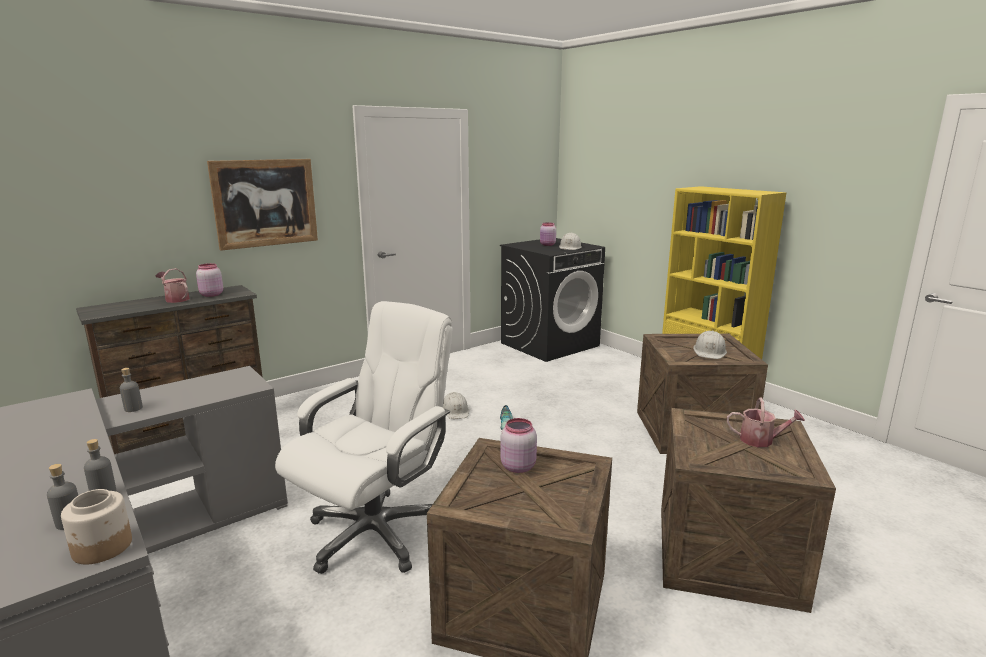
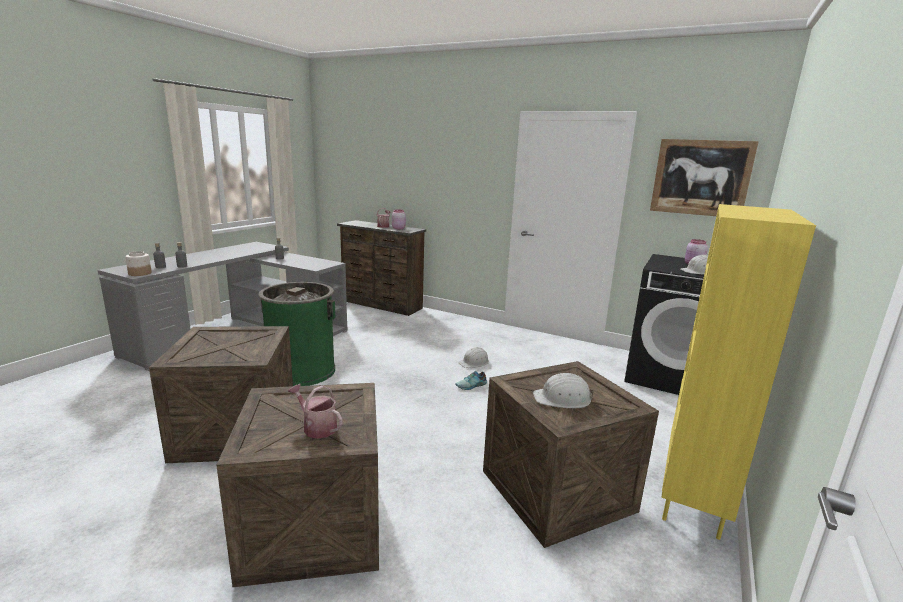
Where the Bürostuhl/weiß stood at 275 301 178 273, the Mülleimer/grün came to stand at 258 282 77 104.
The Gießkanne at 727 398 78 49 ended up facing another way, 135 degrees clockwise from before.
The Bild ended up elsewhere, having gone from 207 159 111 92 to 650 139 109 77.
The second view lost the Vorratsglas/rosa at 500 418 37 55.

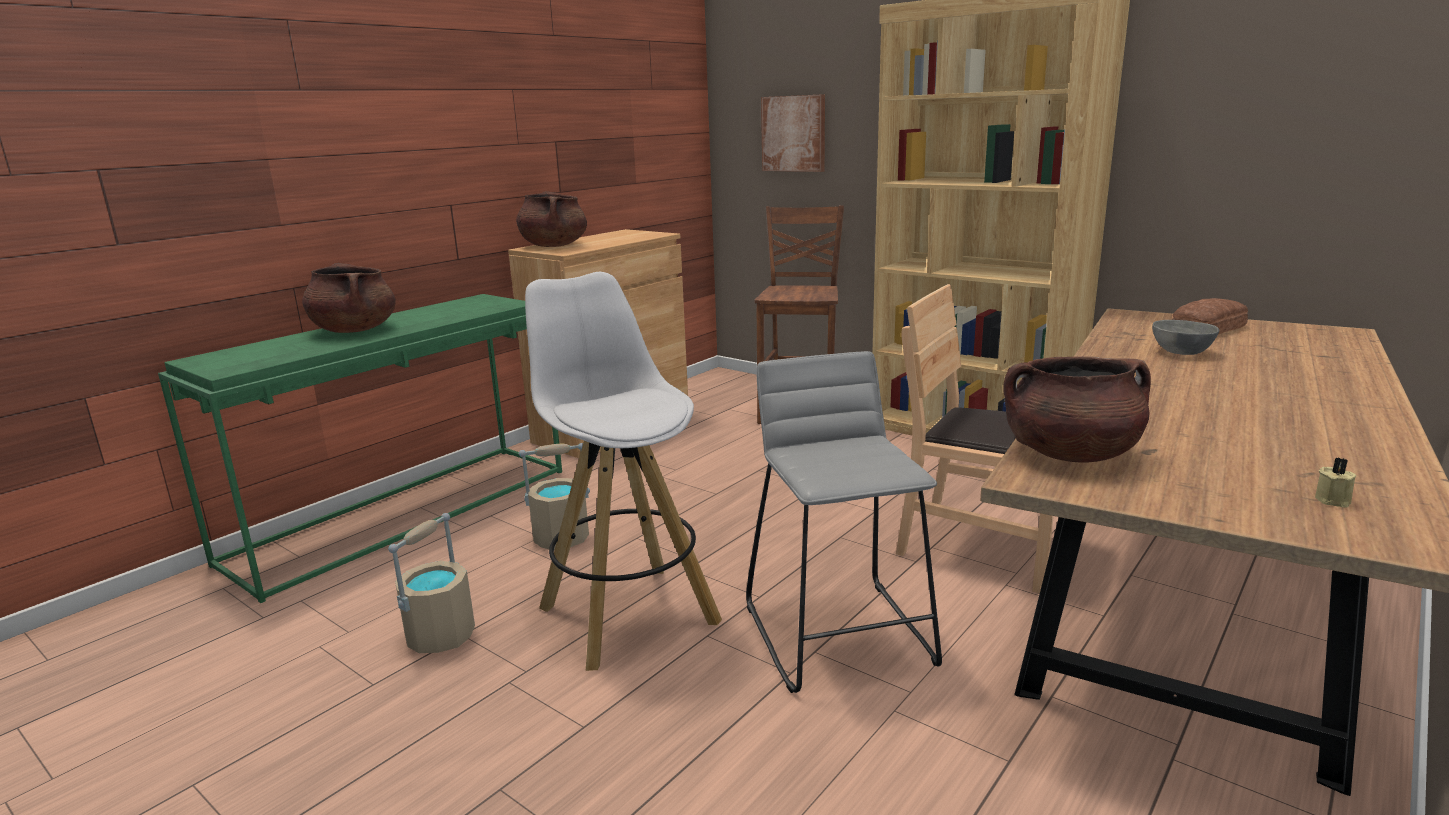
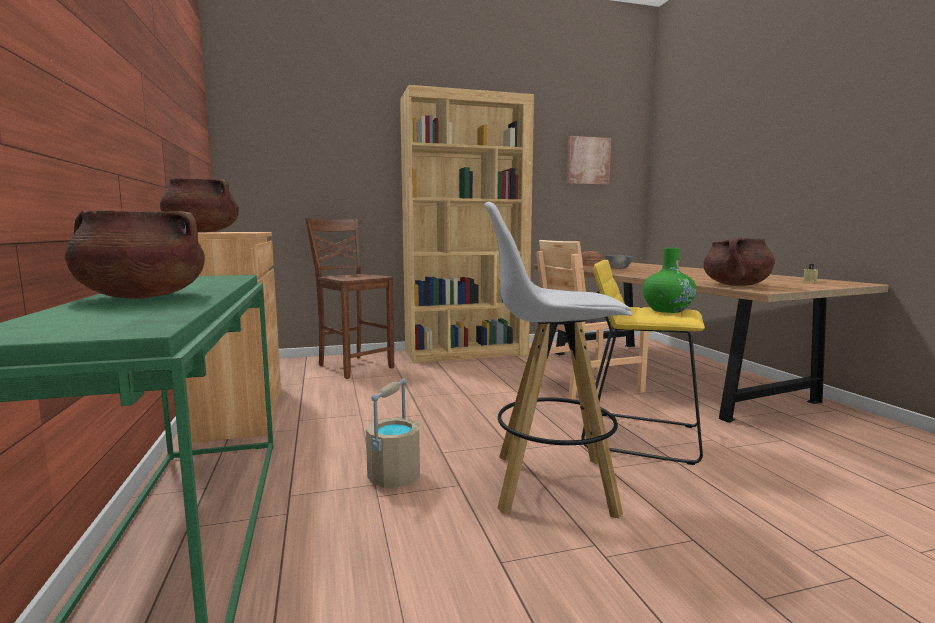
The Bild ended up elsewhere, having gone from 761 94 64 78 to 567 136 44 49.
What was the Hocker/grau at 746 351 196 342 turned into the Hocker/gelb at 581 260 124 205.
The second view gained the Vase/grün at 643 248 53 65.
The second view lost the Eimer/beige at 388 513 87 140.

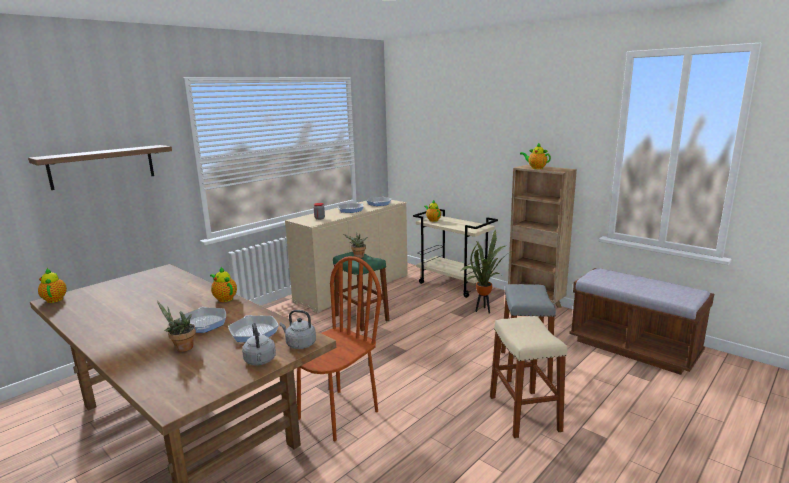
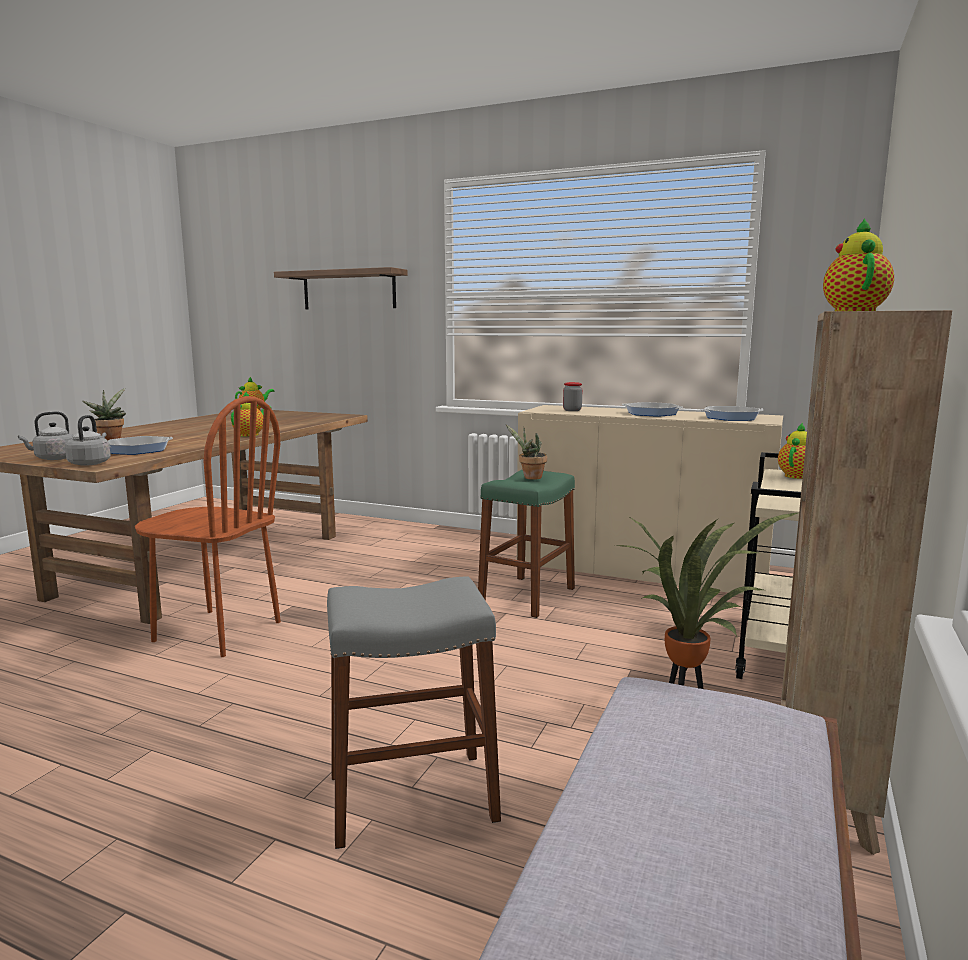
The second view lost the Pfanne at 179 307 47 26.
The second view lost the Hocker/beige at 490 316 77 122.

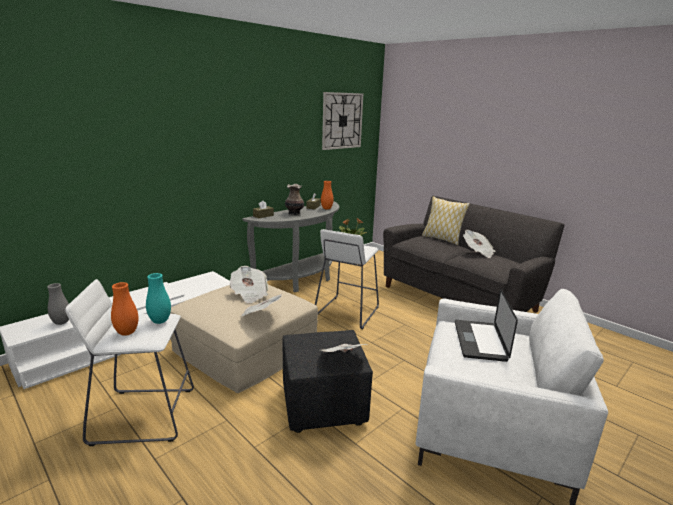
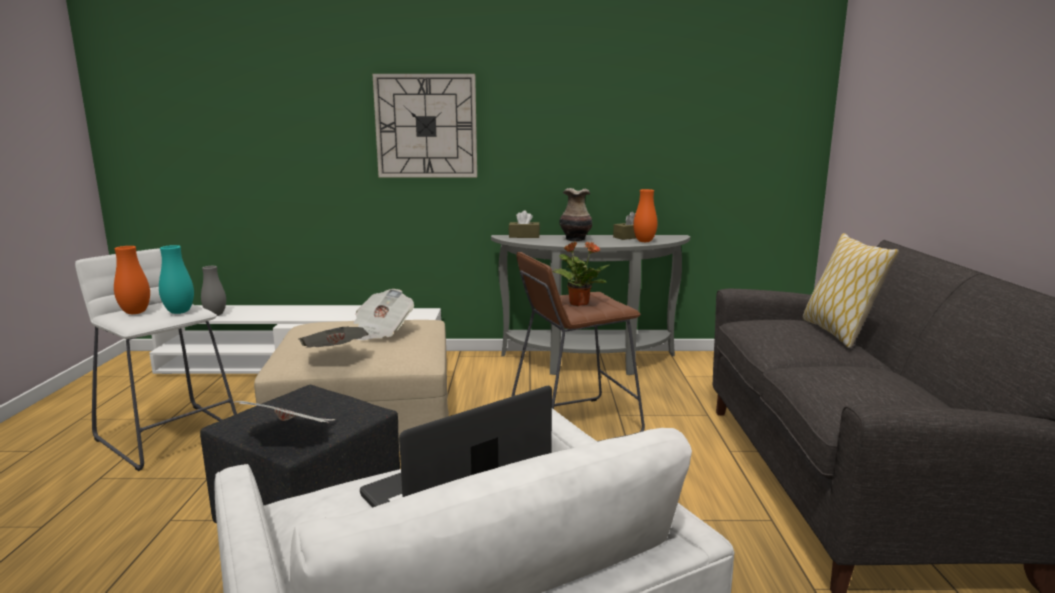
The Wanduhr ended up elsewhere, having gone from 322 92 41 58 to 373 74 104 103.
What was the Hocker/weiß at 315 229 64 100 turned into the Hocker/braun at 511 252 134 190.
The second view lost the Zeitung at 463 230 32 28.

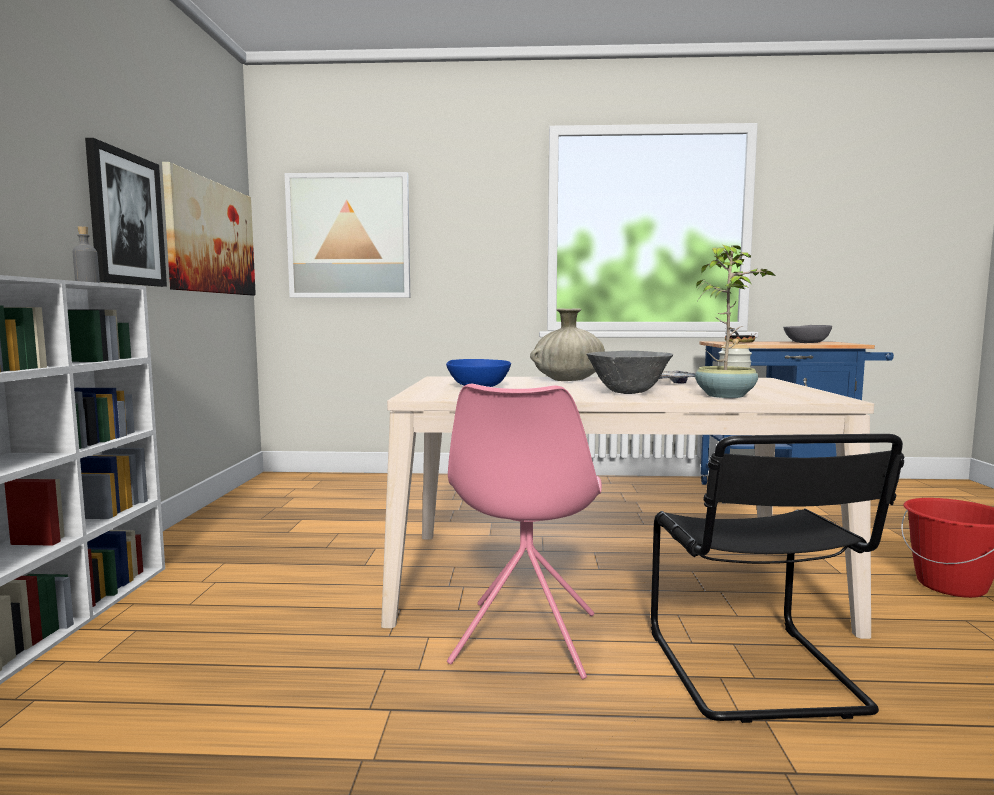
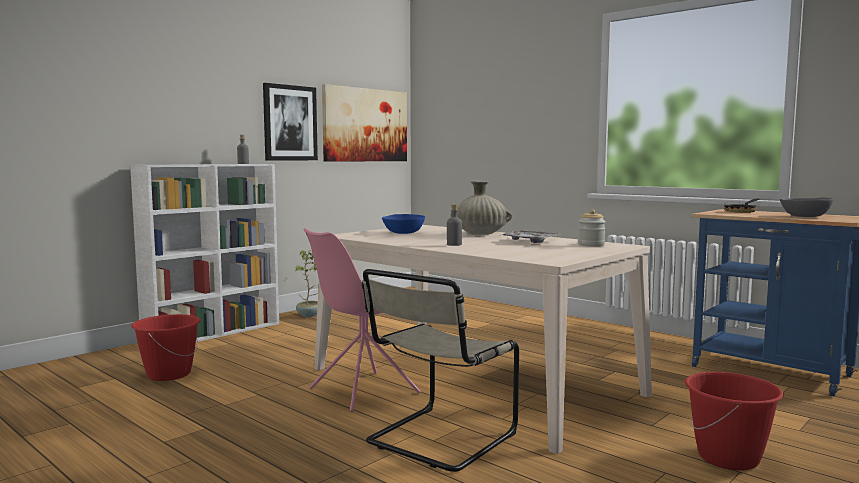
The second view gained the Eimer/rot at 131 314 70 67.
The Topfpflanze ended up elsewhere, having gone from 695 245 80 153 to 294 250 24 67.
What was the Stuhl/schwarz at 651 434 253 289 turned into the Stuhl/beige at 362 269 157 203.
Where the Schüssel/grau stood at 587 351 87 43, the Flasche/grau came to stand at 447 204 15 42.
The second view lost the Bild at 285 172 125 126.

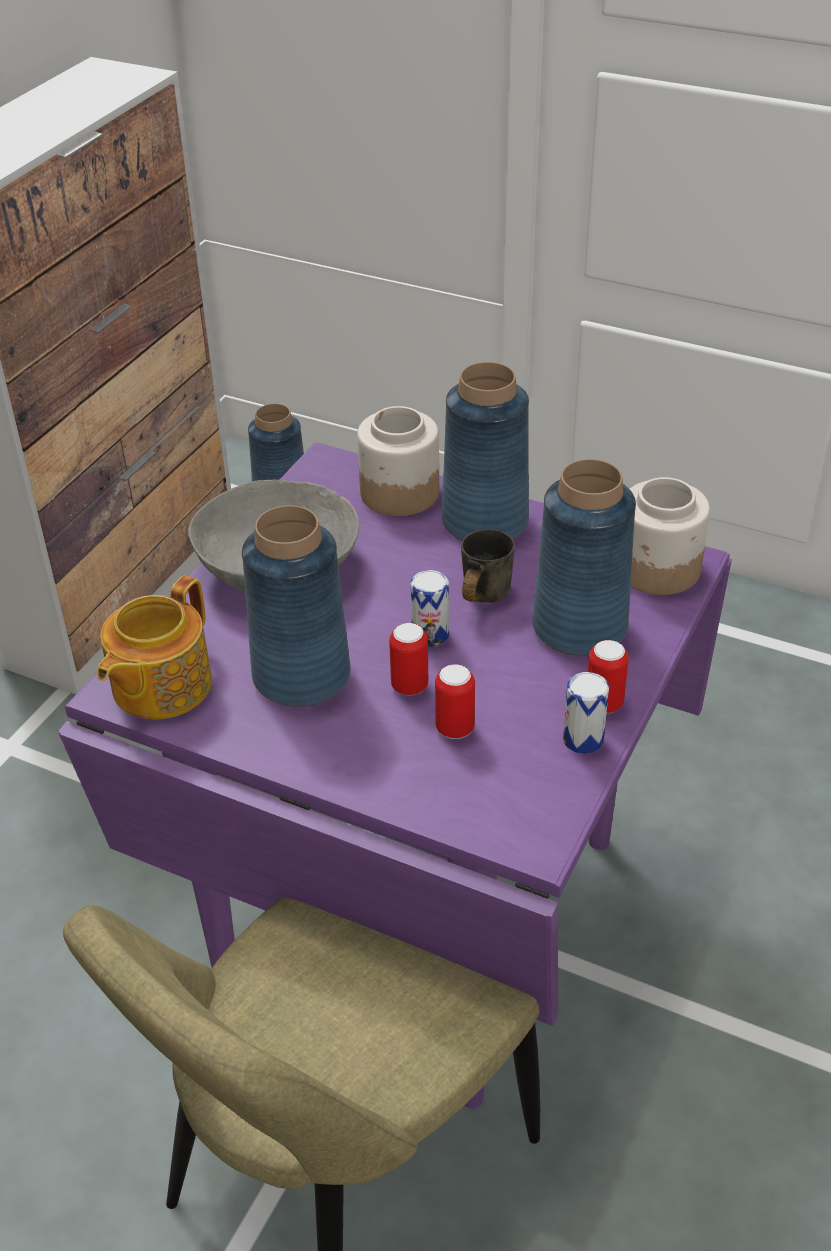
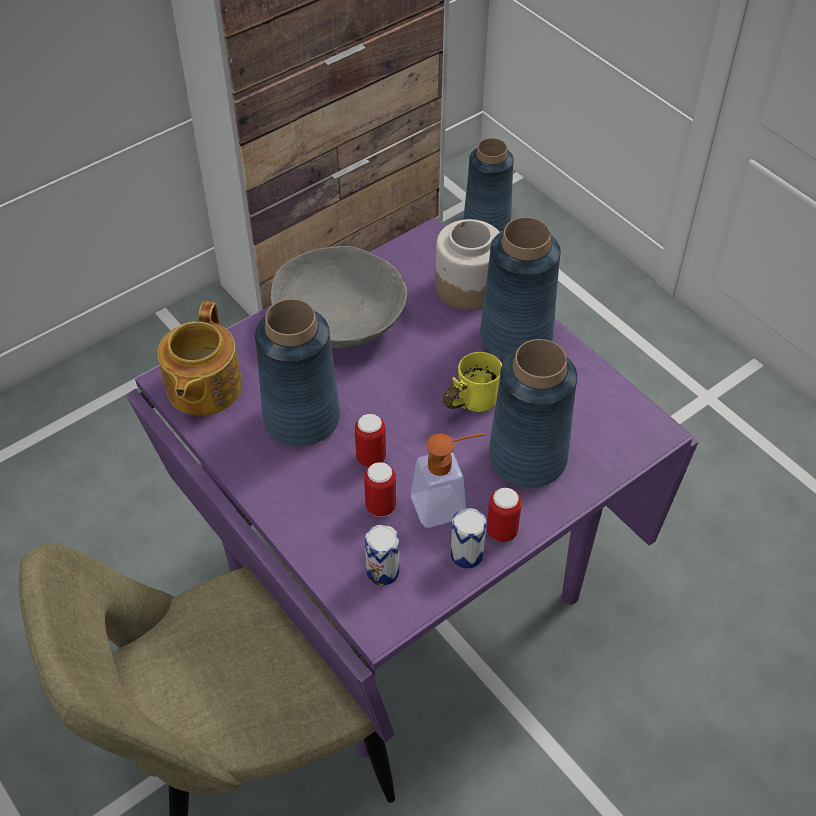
The Teekanne at 97 575 115 144 ended up facing another way, 45 degrees counterclockwise from before.
The Dose ended up elsewhere, having gone from 411 570 38 77 to 365 525 34 61.
The second view gained the Seifenspender at 411 433 75 95.
What was the Henkelbecher/grau at 461 529 54 74 turned into the Henkelbecher/gelb at 443 352 59 60.
The second view lost the Vorratsglas at 630 477 80 118.

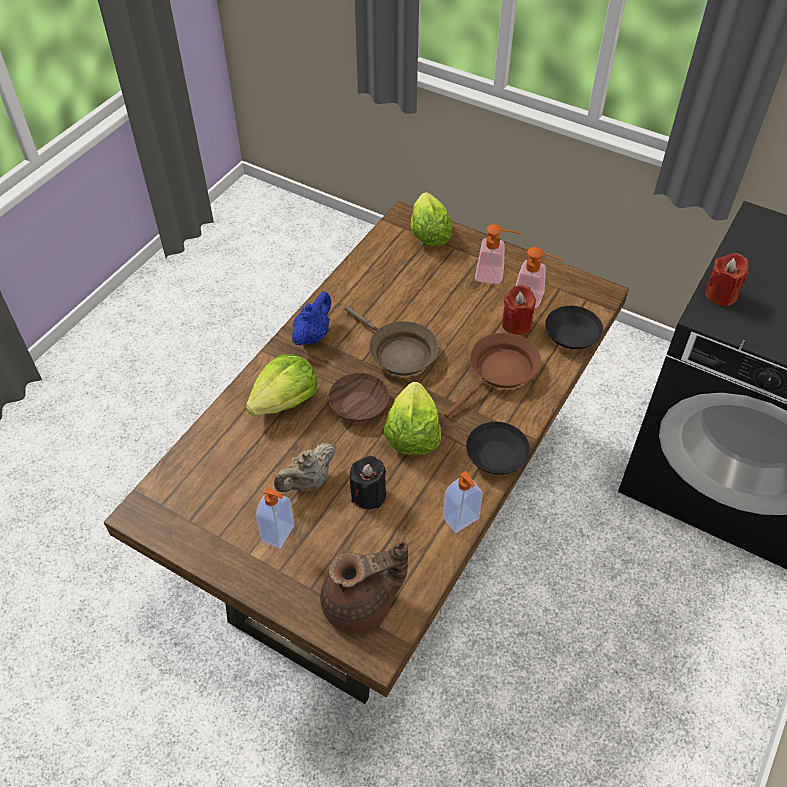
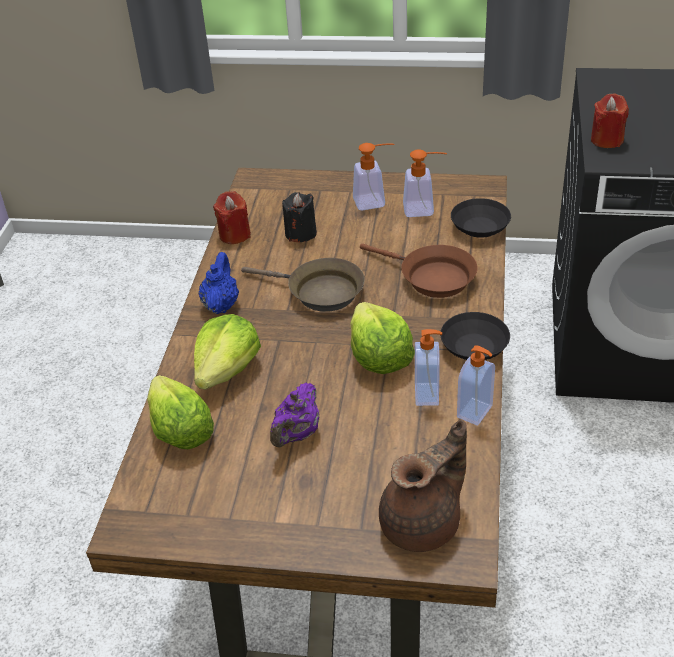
The Salatkopf ended up elsewhere, having gone from 411 192 41 55 to 147 375 67 74.
The Kerze/rot ended up elsewhere, having gone from 502 285 34 50 to 213 191 38 53.
What was the Teekanne/beige at 274 443 61 49 turned into the Teekanne/lila at 270 383 49 64.
The Kerze/schwarz ended up elsewhere, having gone from 350 456 36 53 to 282 192 35 50.
The Pfanne/braun at 444 333 97 85 ended up facing another way, 105 degrees clockwise from before.
The Seifenspender ended up elsewhere, having gone from 256 487 38 62 to 415 329 27 77.
The second view lost the Schüssel/braun at 328 373 61 49.

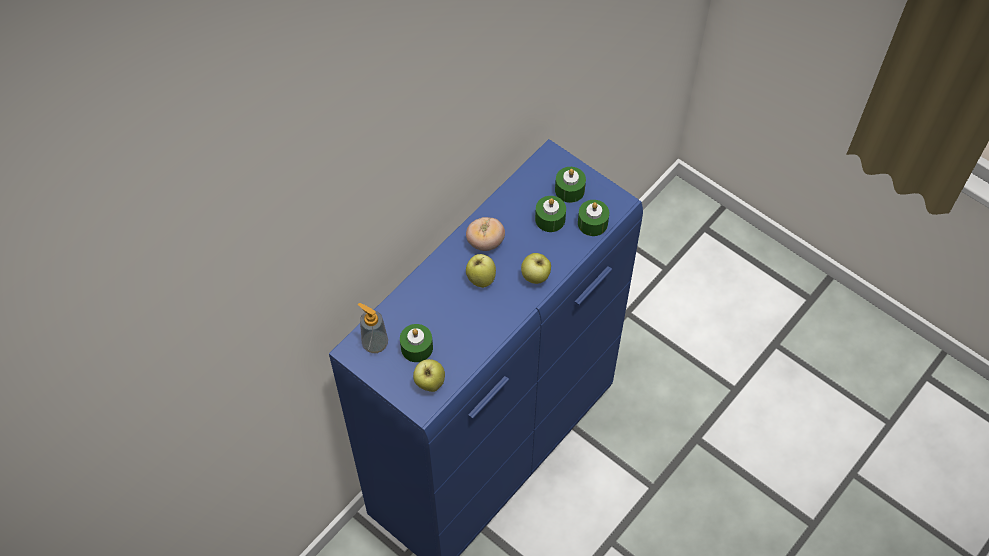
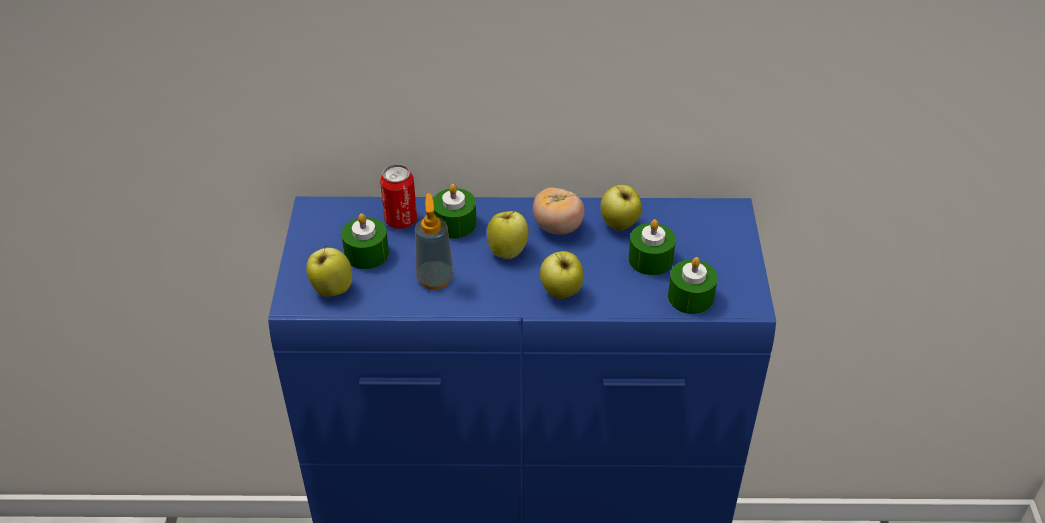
The second view gained the Dose at 380 164 37 65.
The Seifenspender ended up elsewhere, having gone from 358 303 30 50 to 415 193 39 97.
The Kerze/grün ended up elsewhere, having gone from 555 167 31 36 to 433 184 44 55.
The second view gained the Apfel at 600 185 42 45.

